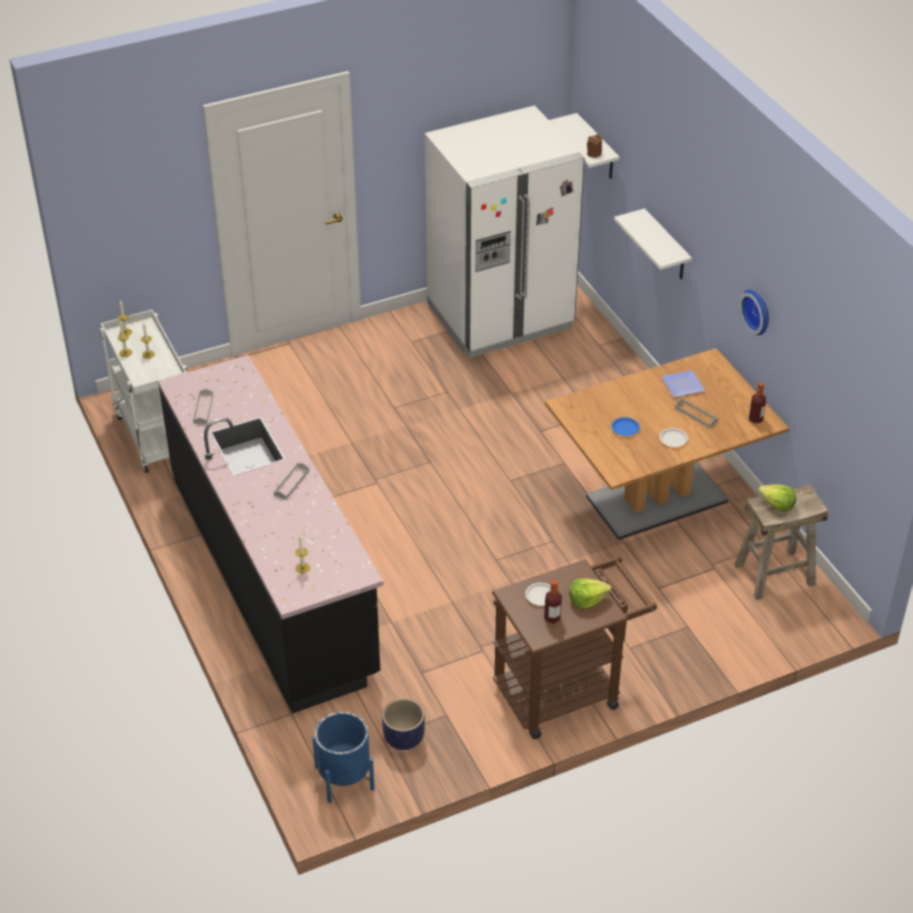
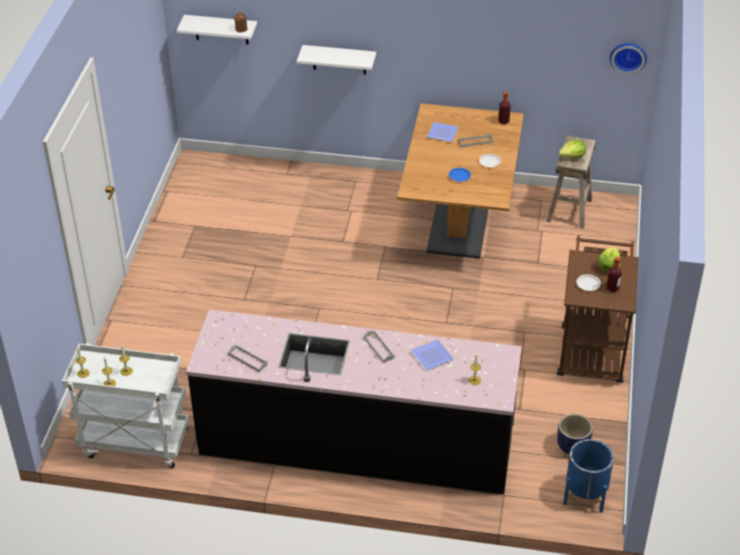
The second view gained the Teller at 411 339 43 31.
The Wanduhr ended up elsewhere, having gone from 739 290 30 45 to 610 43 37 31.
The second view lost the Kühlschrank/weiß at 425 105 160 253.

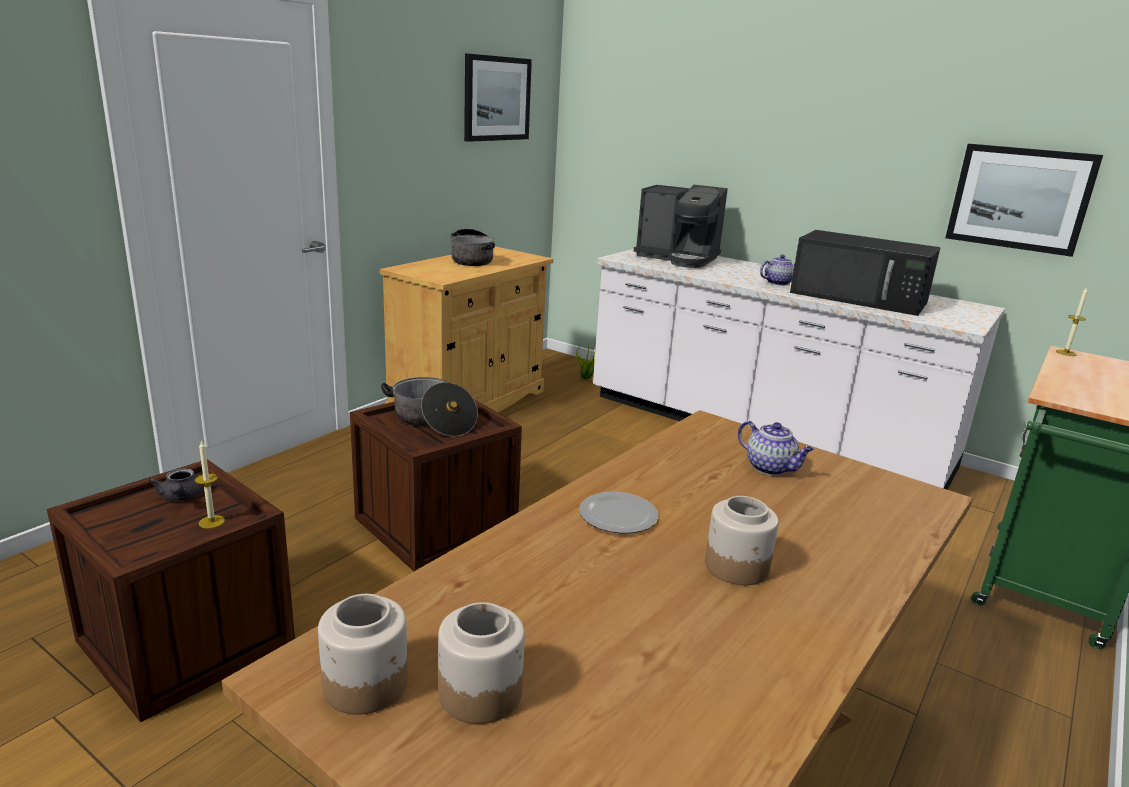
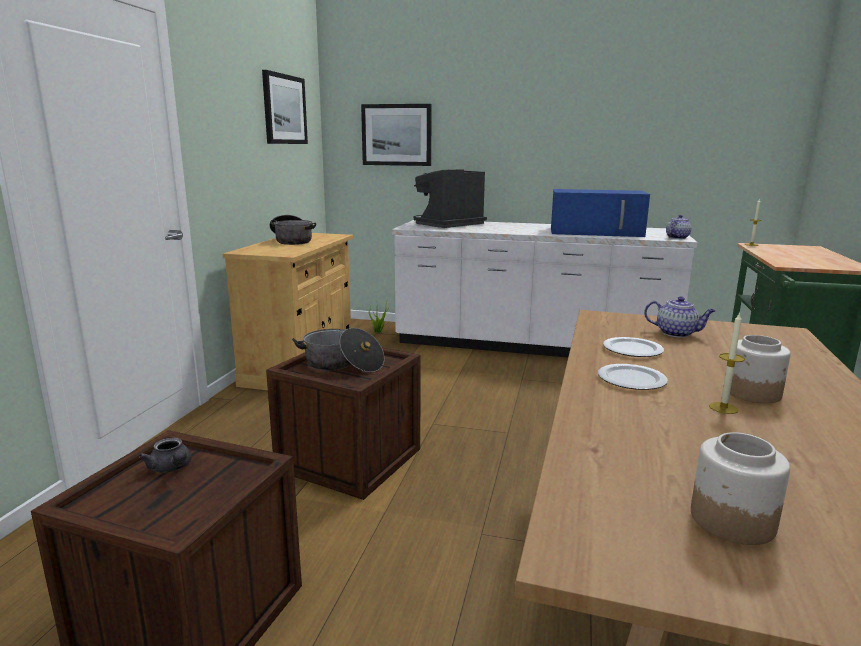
The Bild ended up elsewhere, having gone from 945 144 158 113 to 361 104 71 62.
The Kaffeemaschine at 633 185 95 83 ended up facing another way, 135 degrees clockwise from before.
What was the Mikrowelle/schwarz at 790 230 150 86 turned into the Mikrowelle/blau at 551 189 99 48.
The second view gained the Teller at 603 337 61 20.
The Teekanne ended up elsewhere, having gone from 760 255 35 30 to 666 215 26 24.
The Kerze ended up elsewhere, having gone from 195 440 30 89 to 709 312 36 102.
The second view lost the Vorratsglas at 318 594 90 121.

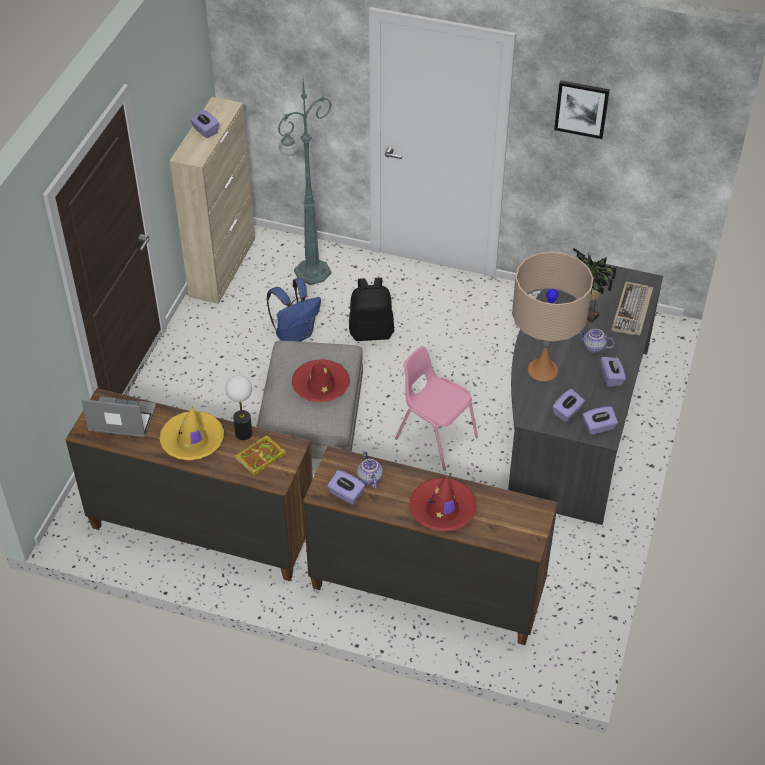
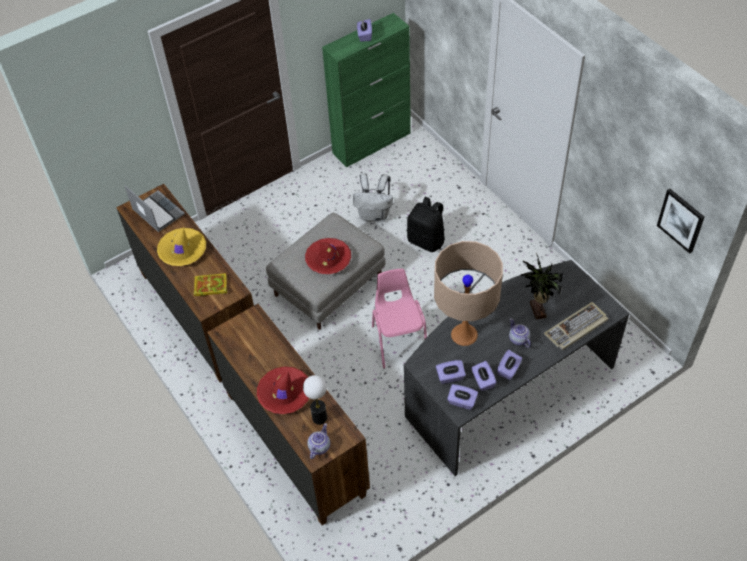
The Tischlampe ended up elsewhere, having gone from 225 375 27 65 to 303 375 24 50.
The Teekanne ended up elsewhere, having gone from 357 450 26 39 to 307 423 23 36.
What was the Schrank/beige at 170 97 85 207 turned into the Schrank/grün at 322 13 89 155.
What was the Rucksack/blau at 267 278 54 64 turned into the Rucksack/weiß at 353 173 40 49.
The Taschentuchbox/lila ended up elsewhere, having gone from 327 470 38 35 to 471 361 26 30.
The Bild ended up elsewhere, having gone from 554 80 56 59 to 657 189 47 64.
The second view lost the Stehlampe/grün at 278 80 54 205.

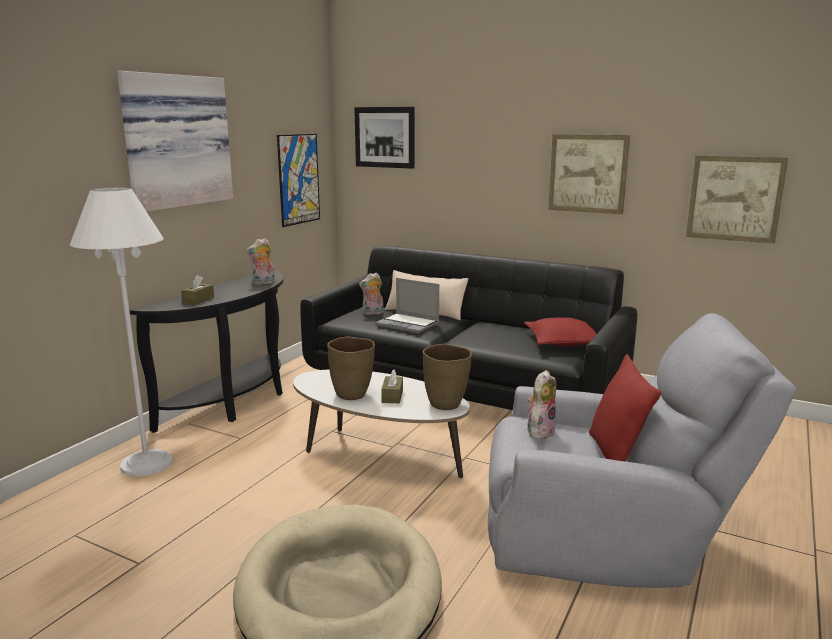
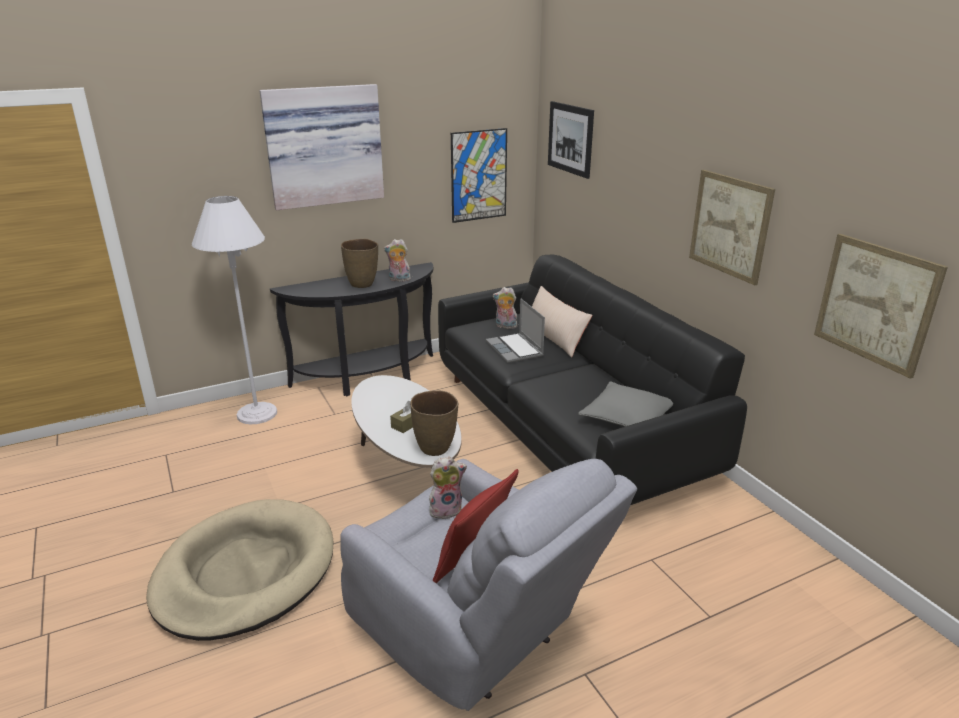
The Vase/braun ended up elsewhere, having gone from 327 337 48 63 to 341 239 37 49.
What was the Kissen/rot at 524 317 72 29 turned into the Kissen/grau at 578 381 95 46.
The second view lost the Taschentuchbox/braun at 181 275 33 30.

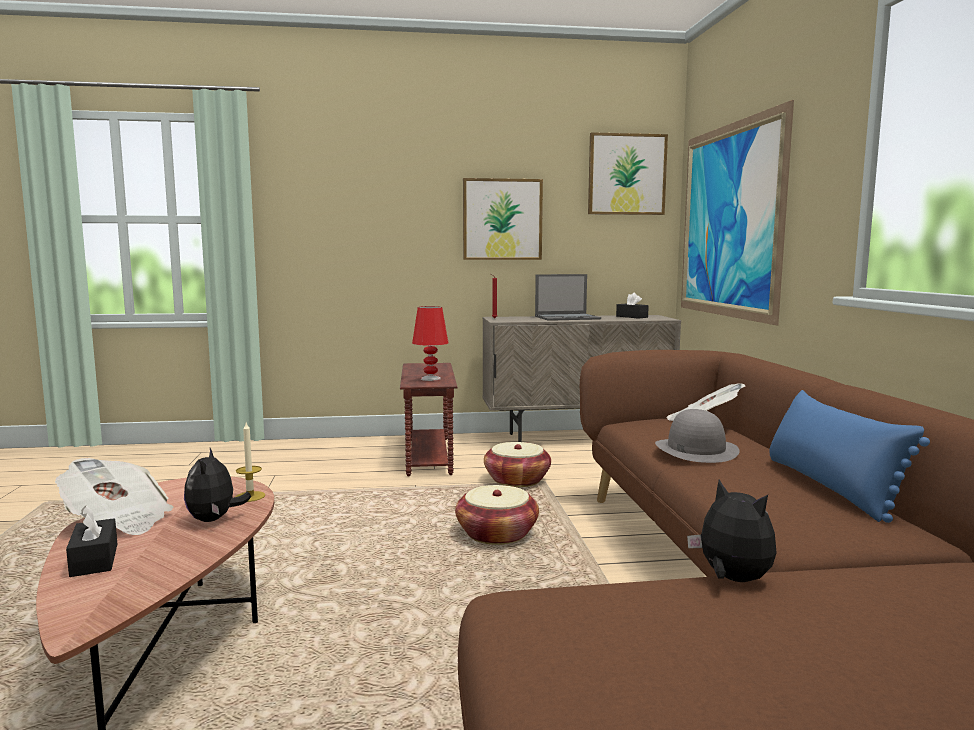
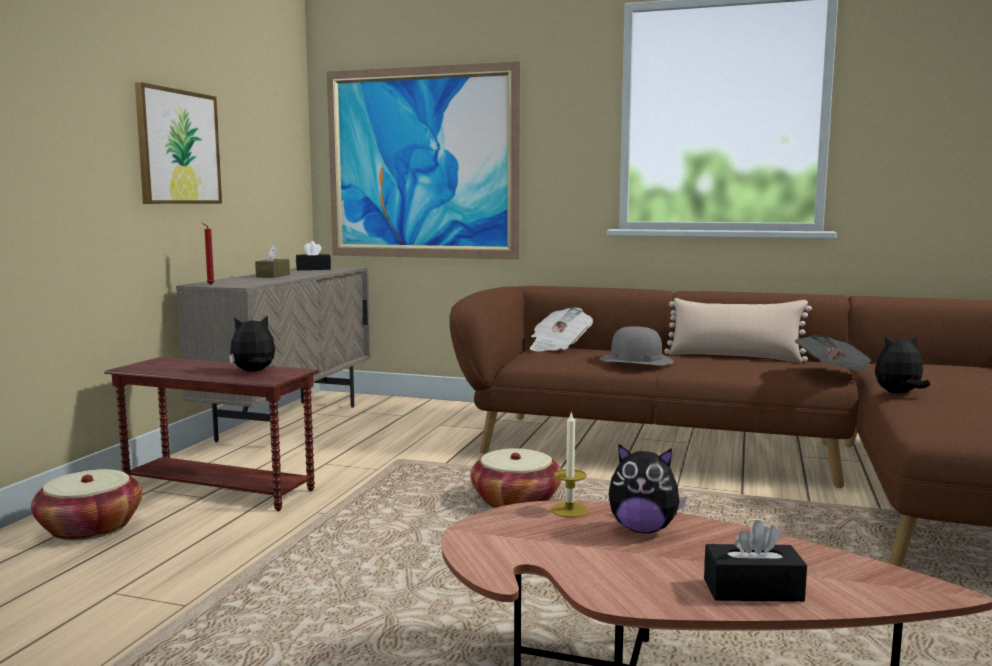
The Korb ended up elsewhere, having gone from 484 442 67 45 to 31 469 112 72.
Where the Tischlampe/rot stood at 412 306 36 75, the Plüschtier came to stand at 229 315 46 57.
Where the Laptop stood at 535 274 66 47, the Taschentuchbox/braun came to stand at 255 245 35 33.
What was the Kissen/blau at 769 390 161 133 turned into the Kissen/beige at 664 298 148 65.
The Zeitung ended up elsewhere, having gone from 55 458 119 77 to 794 336 78 35.
The second view lost the Bild at 588 132 80 83.

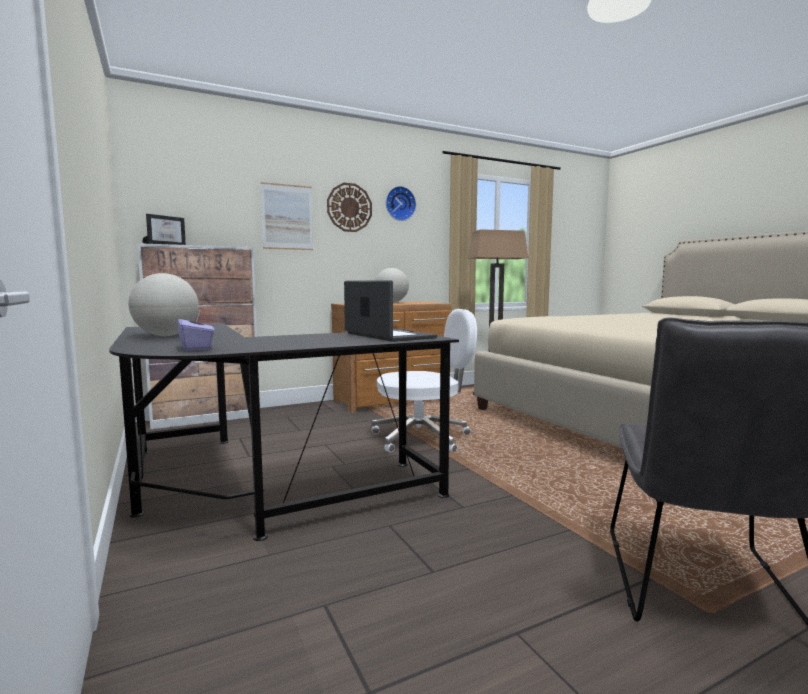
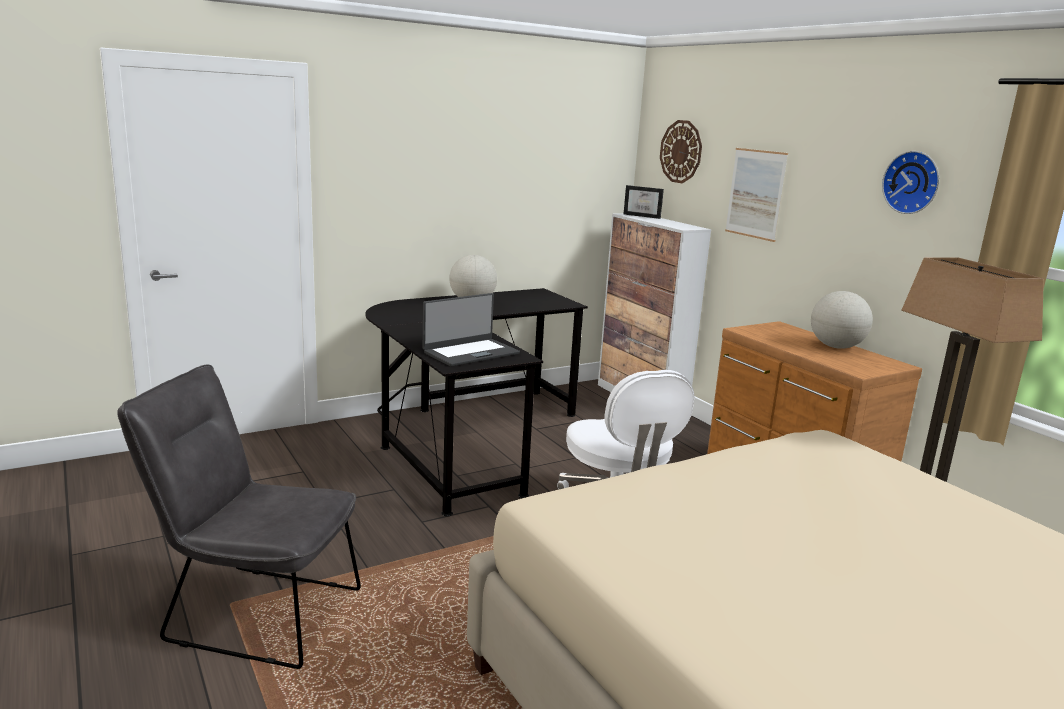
The Wanduhr ended up elsewhere, having gone from 327 183 45 49 to 660 120 42 64.
The second view lost the Taschentuchbox/lila at 177 311 37 40.

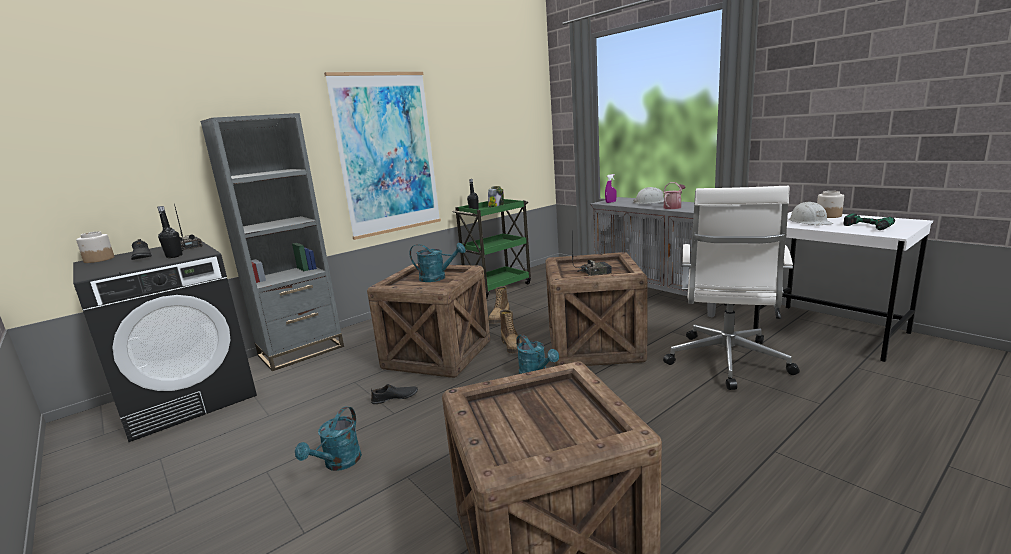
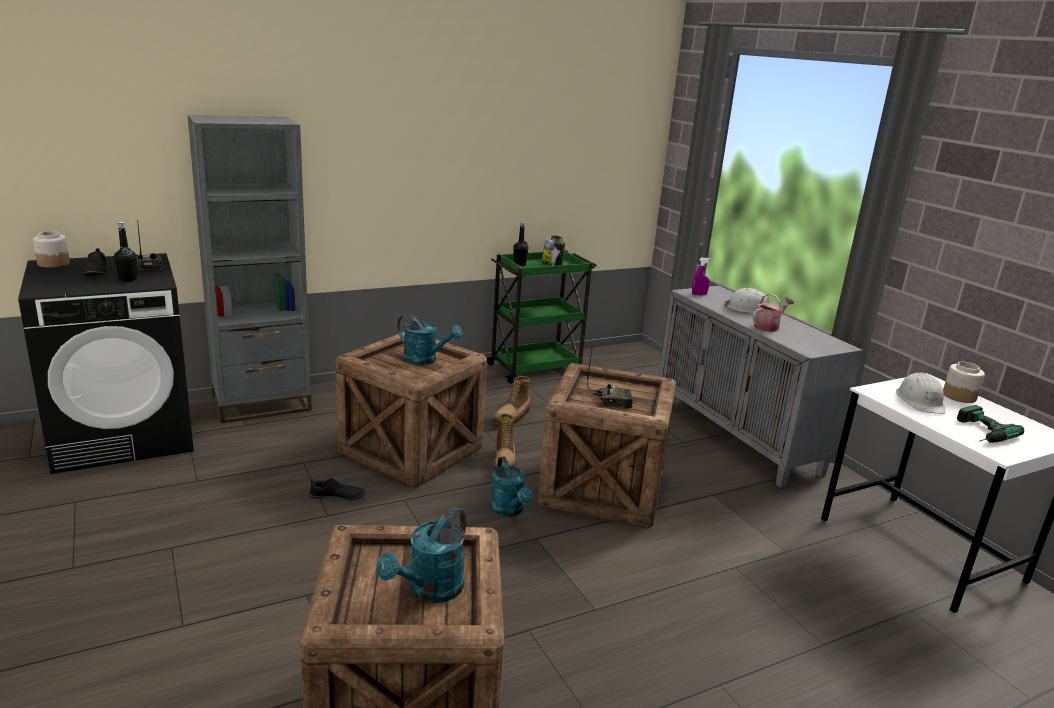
The Gießkanne/türkis ended up elsewhere, having gone from 295 406 67 65 to 376 508 90 95.
The second view lost the Bild at 324 72 117 168.
The second view lost the Bürostuhl/weiß at 663 186 136 204.

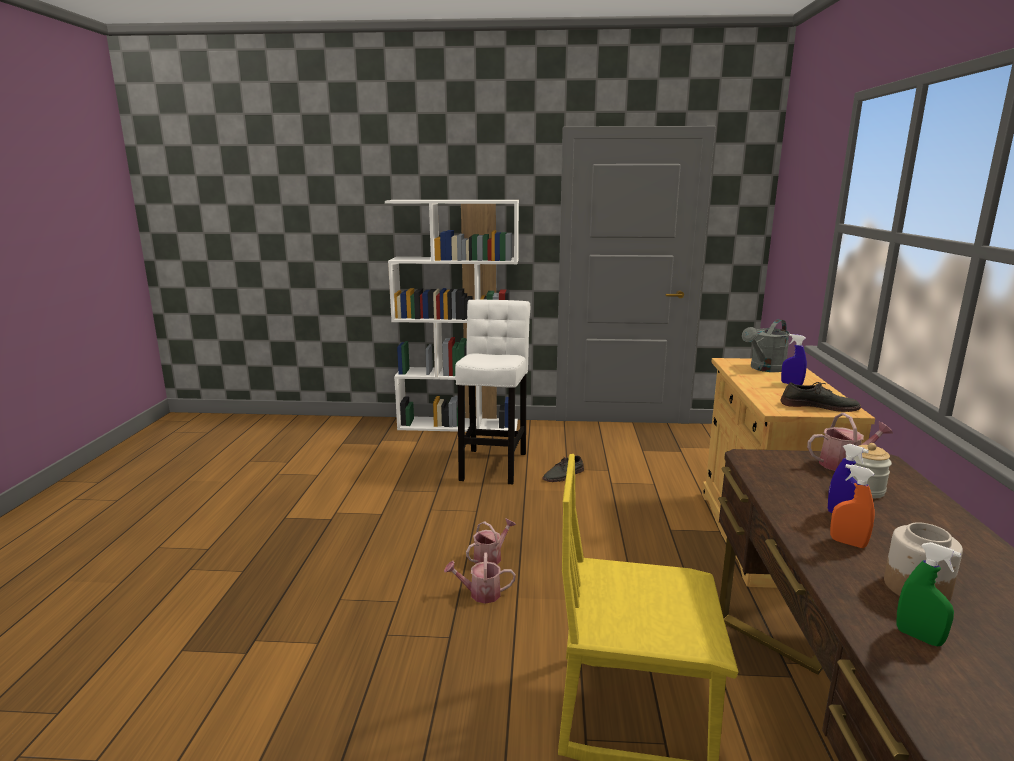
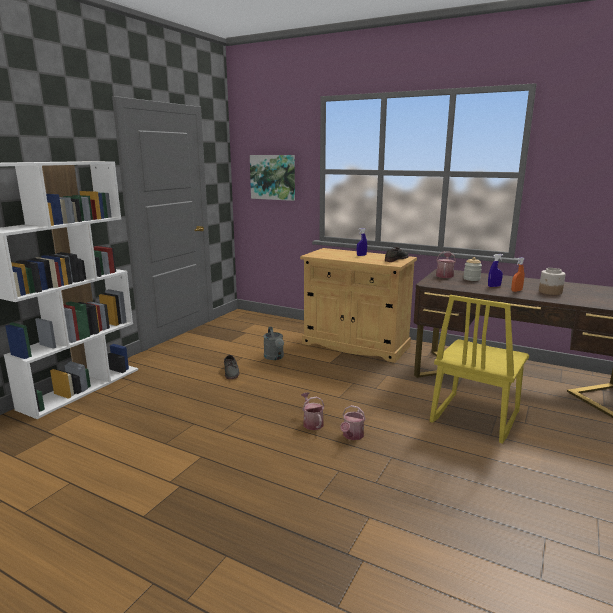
The second view gained the Bild at 250 155 45 46.
The Gießkanne/grau ended up elsewhere, having gone from 742 319 48 53 to 263 327 21 33.
The second view lost the Hocker/weiß at 455 300 75 184.
The second view lost the Sprühflasche/grün at 896 542 65 104.

